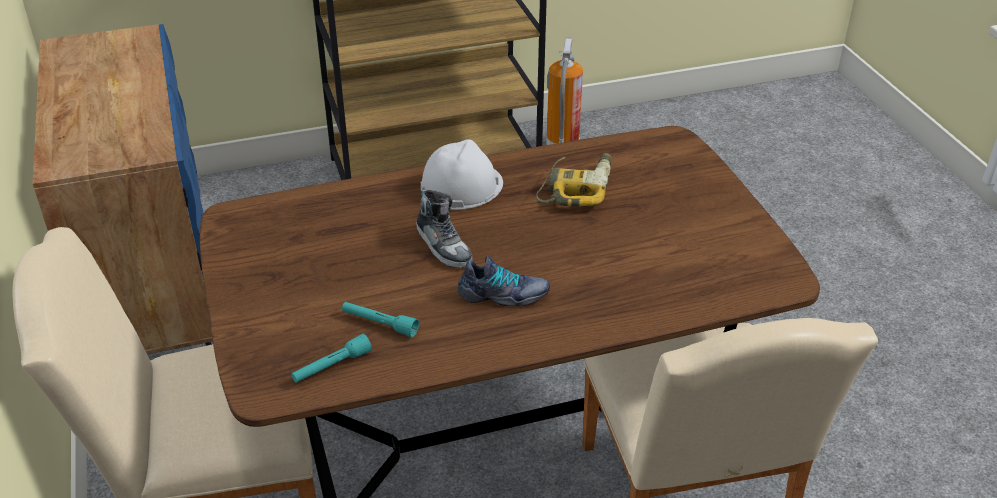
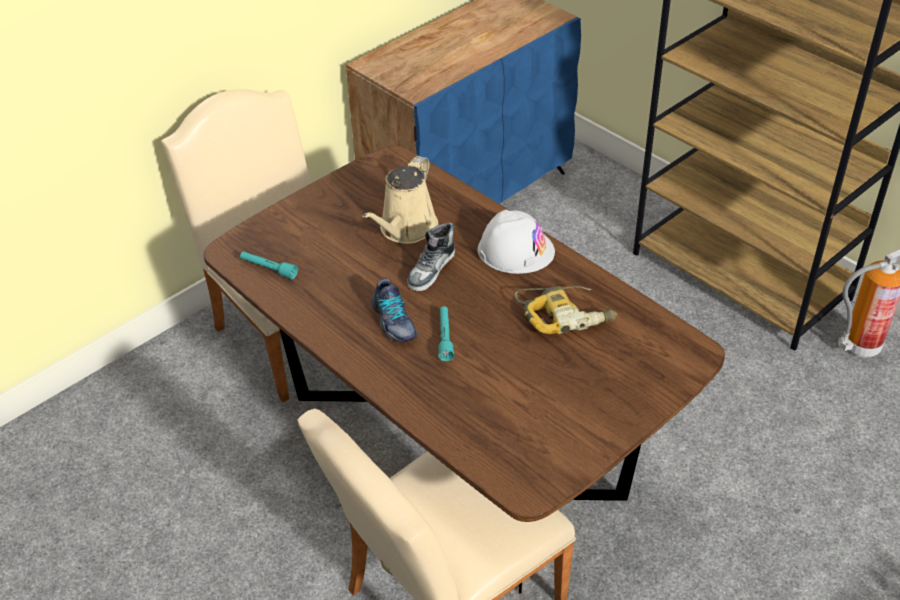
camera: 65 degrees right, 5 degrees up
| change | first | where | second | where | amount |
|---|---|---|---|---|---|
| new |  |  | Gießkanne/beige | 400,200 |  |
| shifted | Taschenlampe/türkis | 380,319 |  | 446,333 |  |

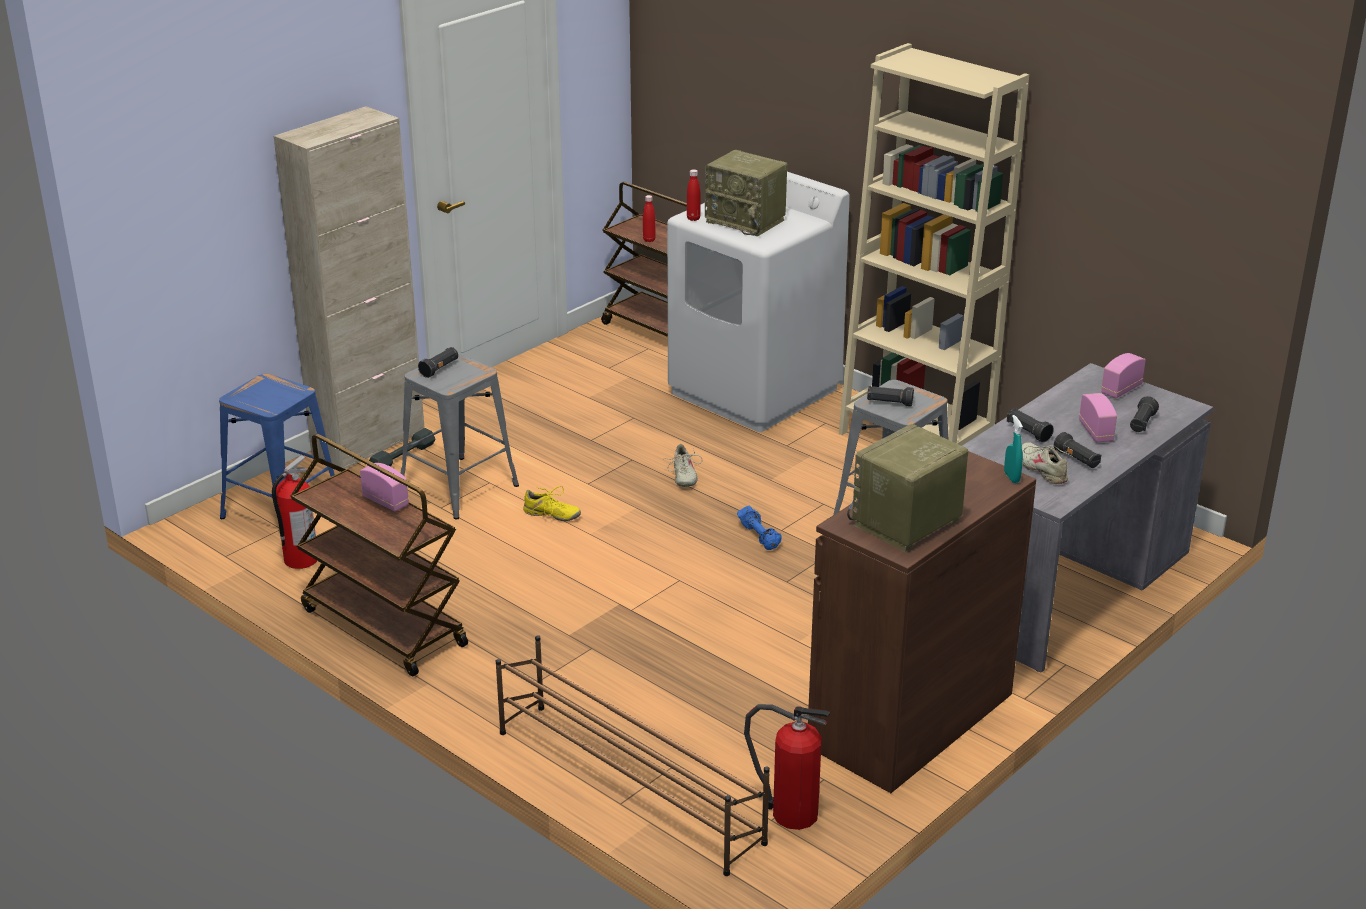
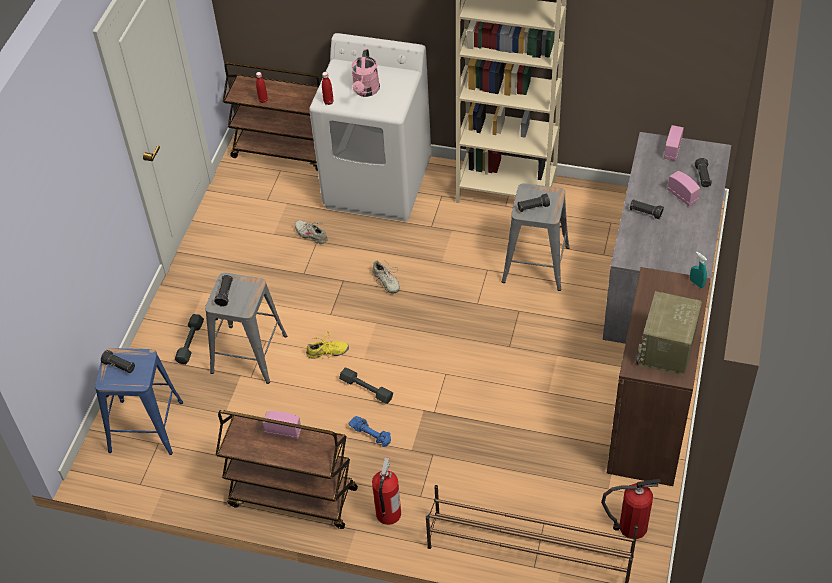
camera: 25 degrees left, 20 degrees up
| change | first | where | second | where | amount |
|---|---|---|---|---|---|
| shifted | Taschenlampe/schwarz | 1077,450 |  | 118,361 |  |
| shifted | Schuh/beige | 1047,463 |  | 311,232 |  |
| new |  |  | Hantel/grau | 366,386 |  |
| shifted | Hantel/blau | 759,528 |  | 370,431 |  |
| swapped | Radio | 746,193 | Gießkanne/rosa | 365,73 |  |
| shifted | Feuerlöscher | 294,512 |  | 386,491 |  |
| gone | Schrank/beige | 349,287 |  |  |  |

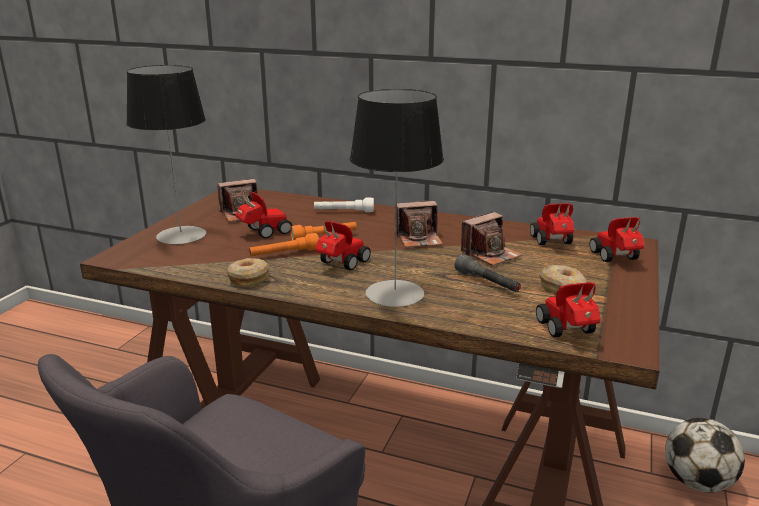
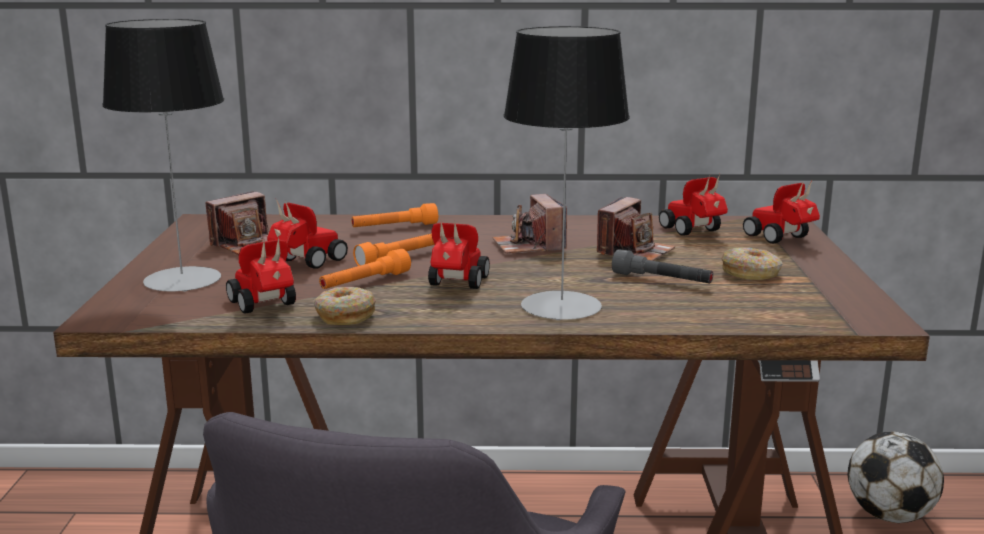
camera: 20 degrees left, 5 degrees down
| change | first | where | second | where | amount |
|---|---|---|---|---|---|
| shifted | Spielzeugauto | 568,309 |  | 261,275 |  |
| repainted | Taschenlampe/weiß | 344,204 | Taschenlampe/orange | 394,215 |  |
| rotated | Kamera | 418,224 |  | 529,224 | 105 degrees clockwise |

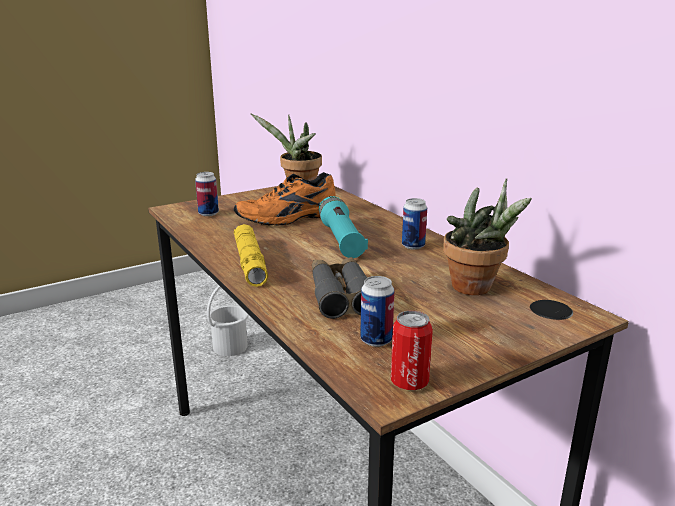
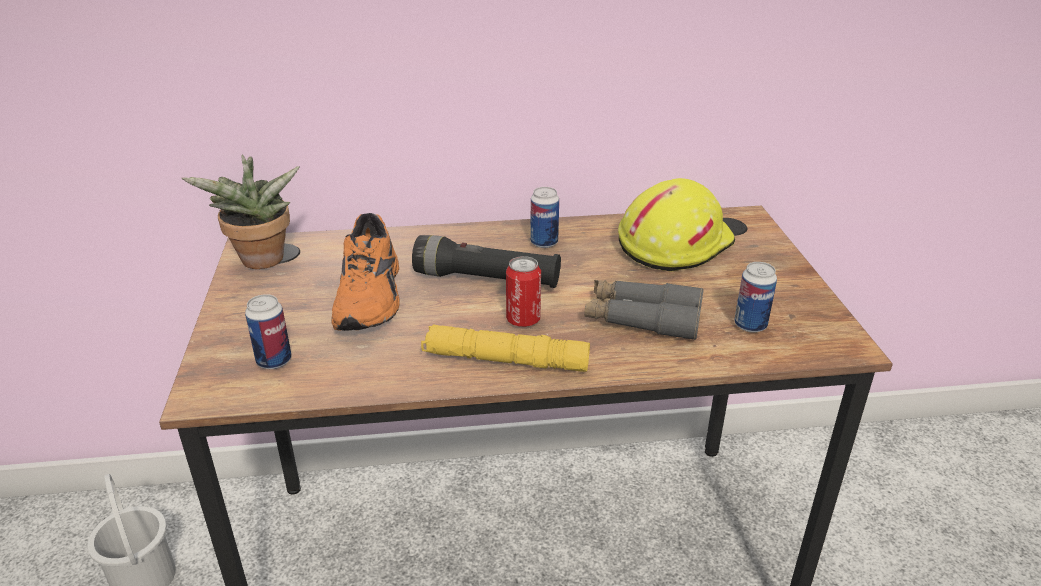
camera: 65 degrees left, 10 degrees up
| change | first | where | second | where | amount |
|---|---|---|---|---|---|
| repainted | Taschenlampe/türkis | 343,227 | Taschenlampe/schwarz | 486,261 |  |
| shifted | Dose | 412,350 |  | 523,291 |  |
| swapped | Topfpflanze | 487,236 | Schutzhelm/gelb | 676,225 |  |

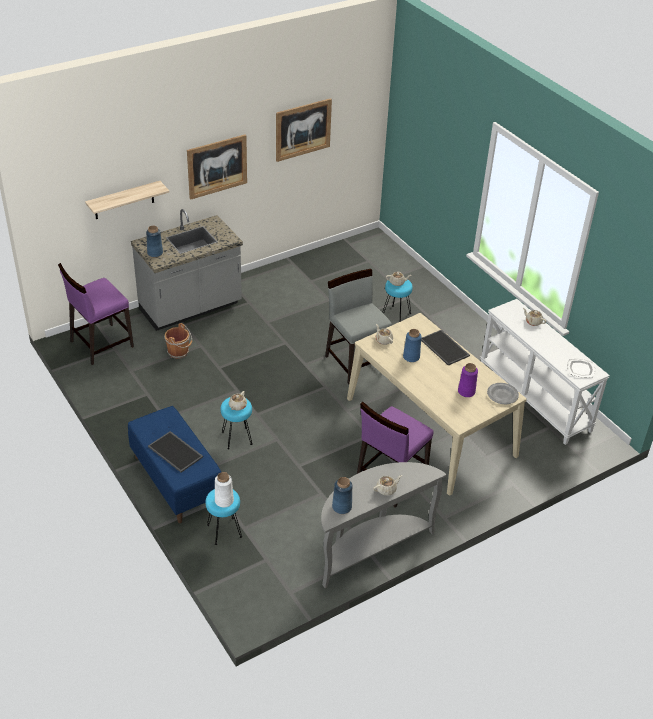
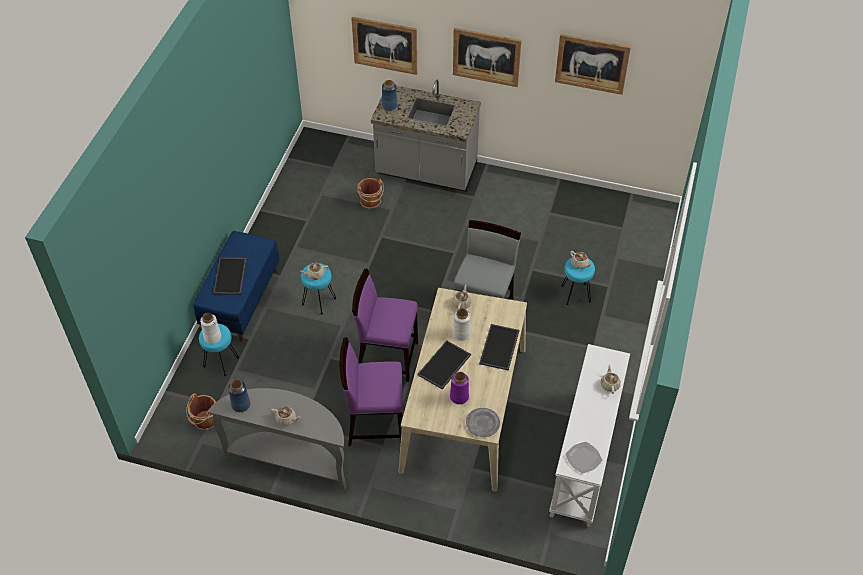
camera: 50 degrees right, 10 degrees up
| change | first | where | second | where | amount |
|---|---|---|---|---|---|
| new |  |  | Eimer/braun | 201,412 |  |
| swapped | Wandregal | 127,200 | Bild | 384,46 |  |
| shifted | Stuhl/lila | 96,314 |  | 385,325 |  |
| new |  |  | Tablett | 444,364 |  |
| repainted | Vase/blau | 412,345 | Vase/weiß | 462,325 |  |

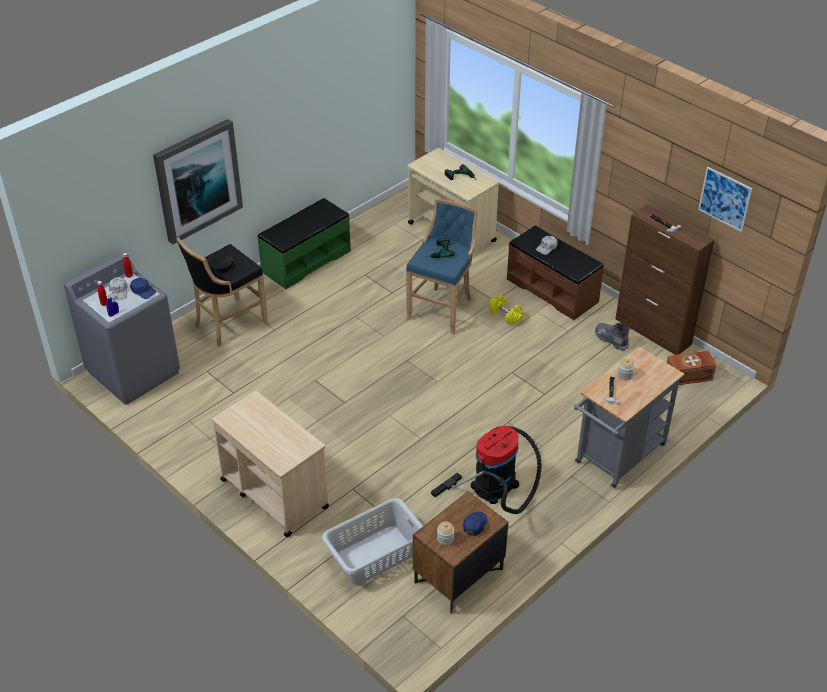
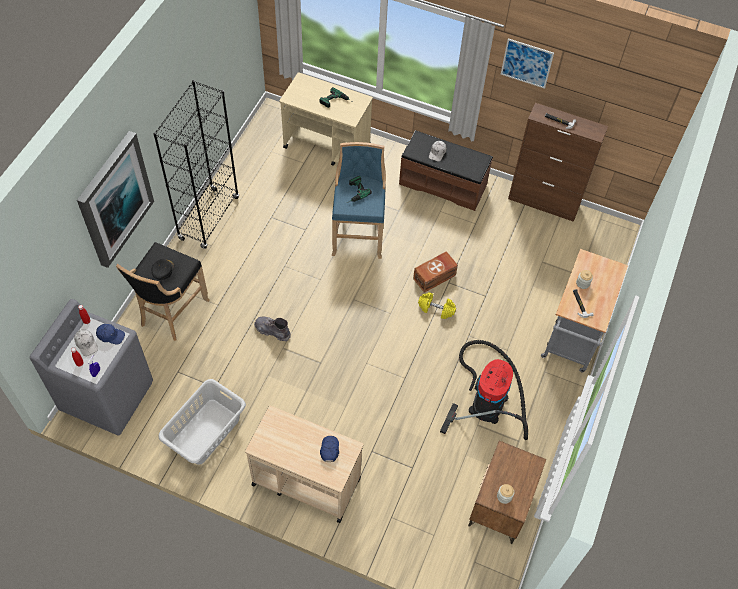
camera: 25 degrees left, 15 degrees up
| change | first | where | second | where | amount |
|---|---|---|---|---|---|
| swapped | Bank/grün | 304,243 | Bücherregal/schwarz | 196,164 |  |
| shifted | Wäschekorb/grau | 372,541 |  | 202,421 |  |
| shifted | Stiefel/grau | 612,337 |  | 272,329 |  |
| shifted | Kappe/blau | 475,523 |  | 329,449 |  |
| shifted | Aufbewahrungsbox/braun | 692,368 |  | 435,272 |  |
| shifted | Hantel/gelb | 506,310 |  | 437,305 |  |
| shifted | Bild | 725,199 |  | 527,63 |  |

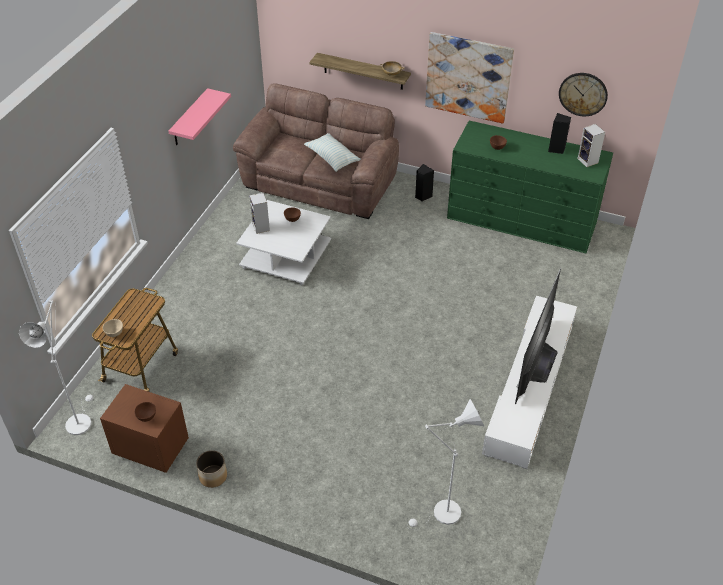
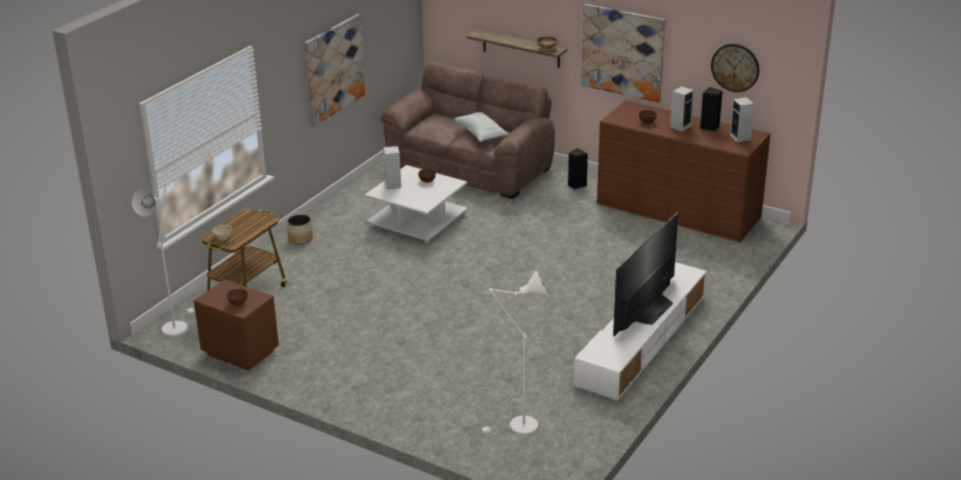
camera: 10 degrees right, 15 degrees down
| change | first | where | second | where | amount |
|---|---|---|---|---|---|
| shifted | Pflanzkübel | 211,469 |  | 300,229 |  |
| swapped | Wandregal/rosa | 199,116 | Bild | 334,70 |  |
| repainted | Kommode/grün | 530,186 | Kommode/braun | 683,171 |  |
| new |  |  | Lautsprecher | 682,109 |  |

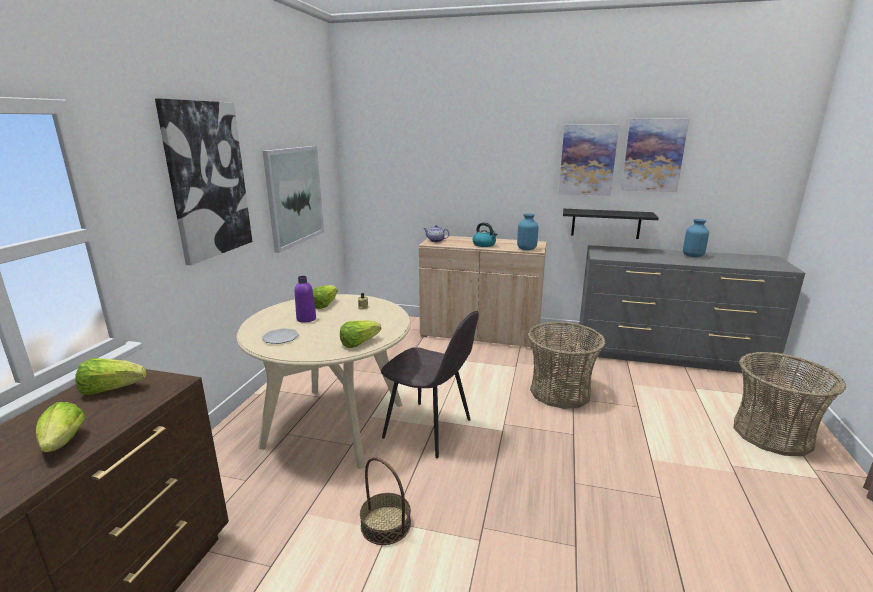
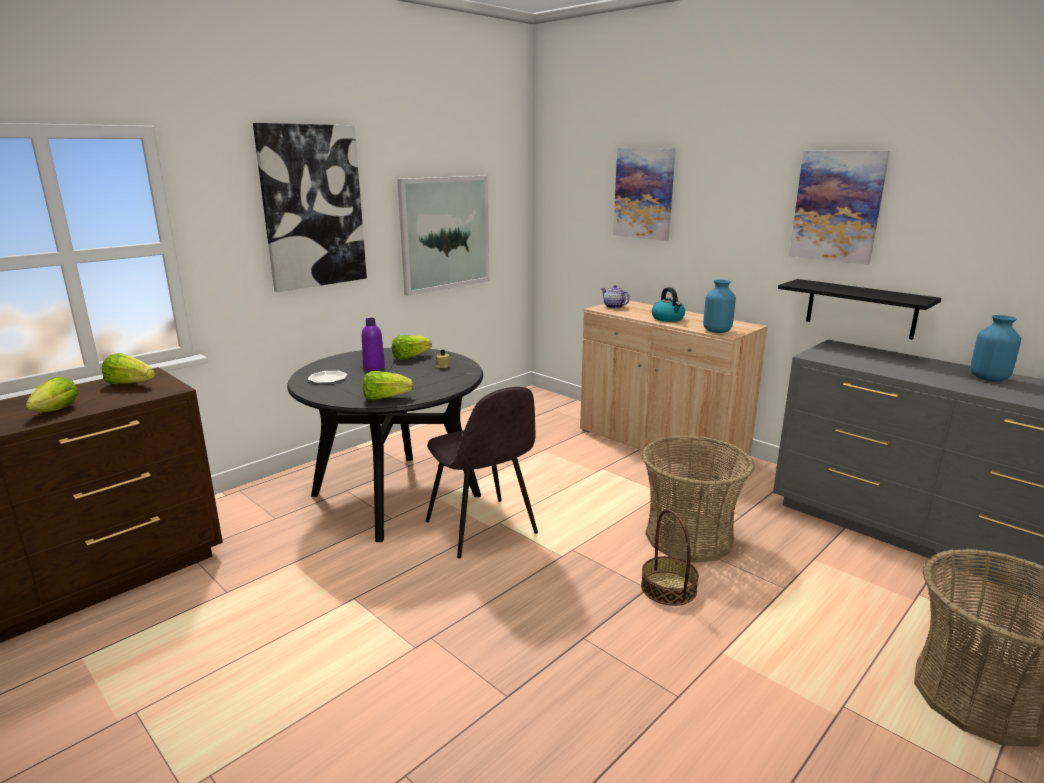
camera: 30 degrees right, 0 degrees up
| change | first | where | second | where | amount |
|---|---|---|---|---|---|
| repainted | Esstisch/beige | 323,381 | Esstisch/schwarz | 385,445 |  |
| shifted | Bild | 655,155 |  | 644,194 |  |
| shifted | Korb | 385,501 |  | 670,557 |  |

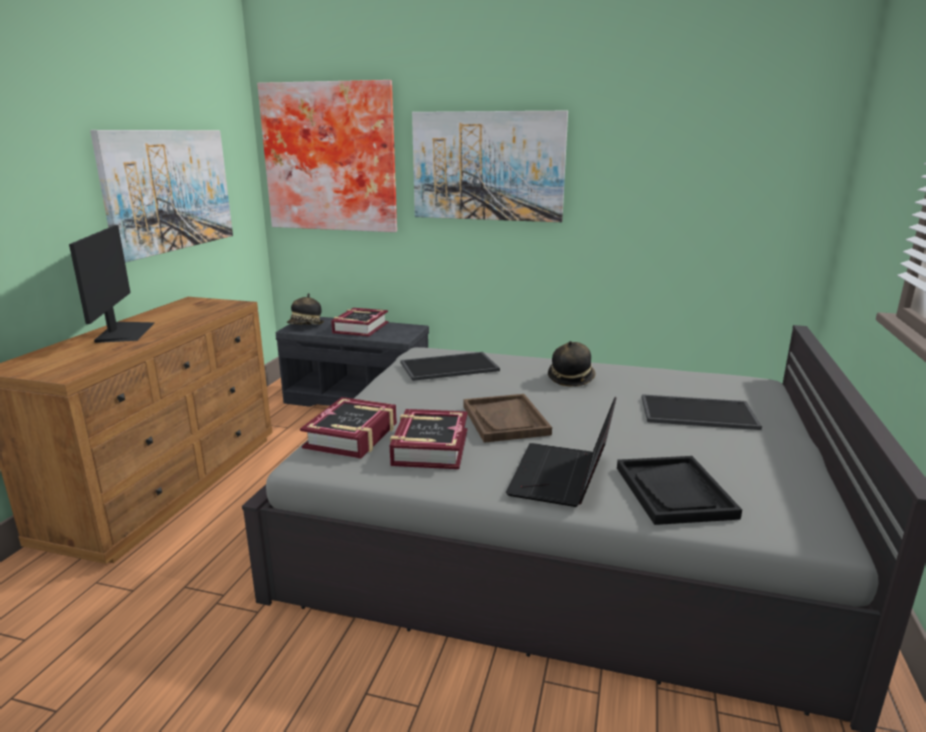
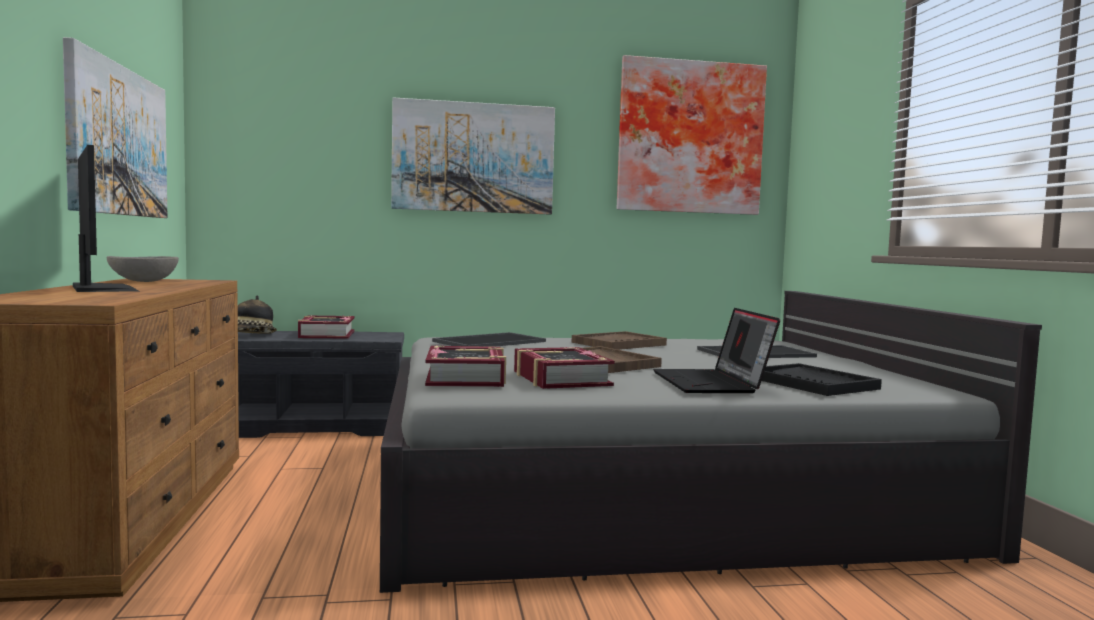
camera: 25 degrees left, 15 degrees down
| change | first | where | second | where | amount |
|---|---|---|---|---|---|
| new |  |  | Schüssel/grau | 143,269 |  |
| swapped | Hut | 572,363 | Tablett/braun | 619,340 |  |
| shifted | Bild | 327,156 |  | 692,135 |  |

